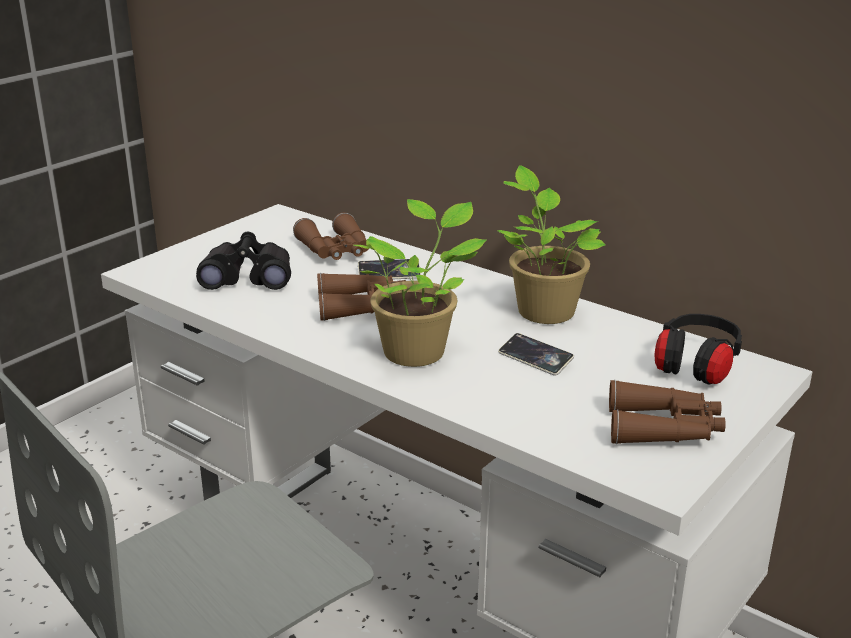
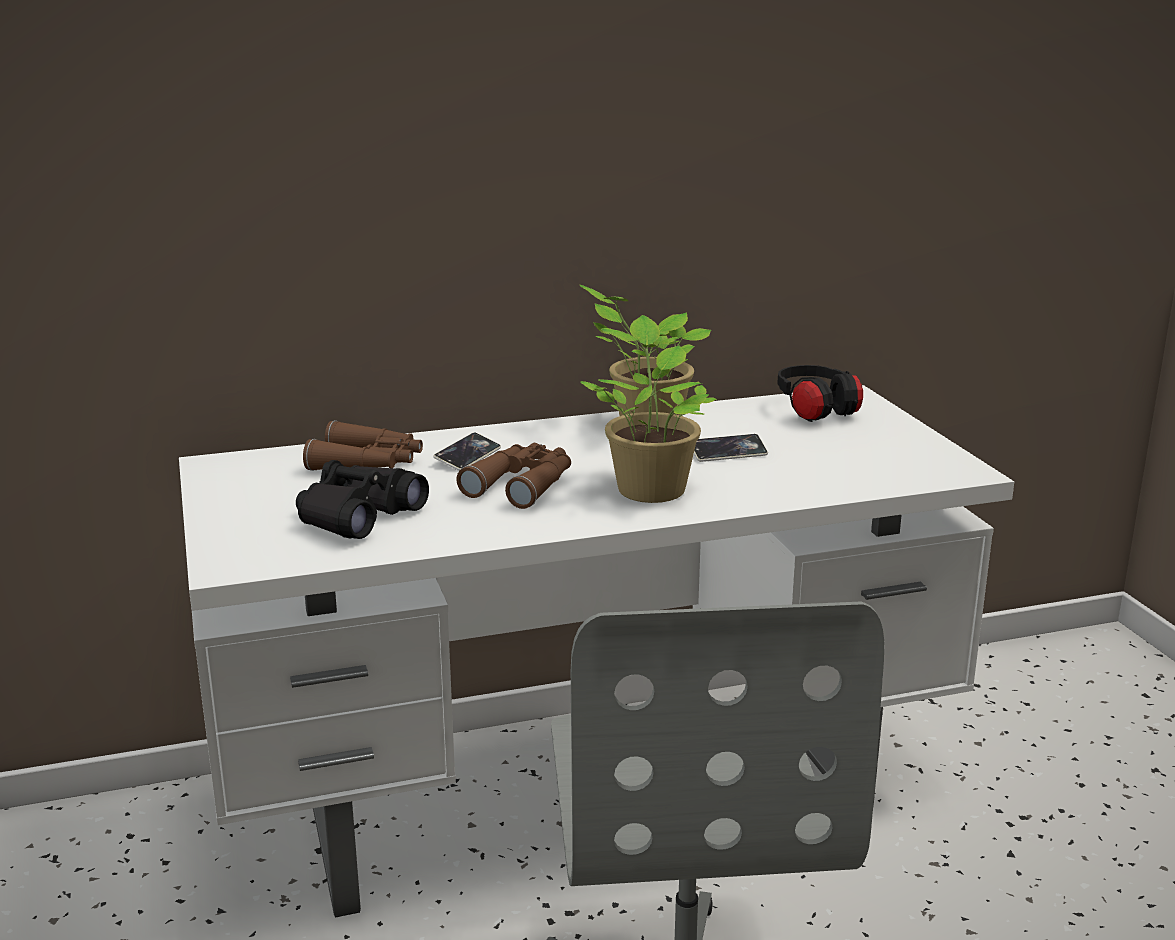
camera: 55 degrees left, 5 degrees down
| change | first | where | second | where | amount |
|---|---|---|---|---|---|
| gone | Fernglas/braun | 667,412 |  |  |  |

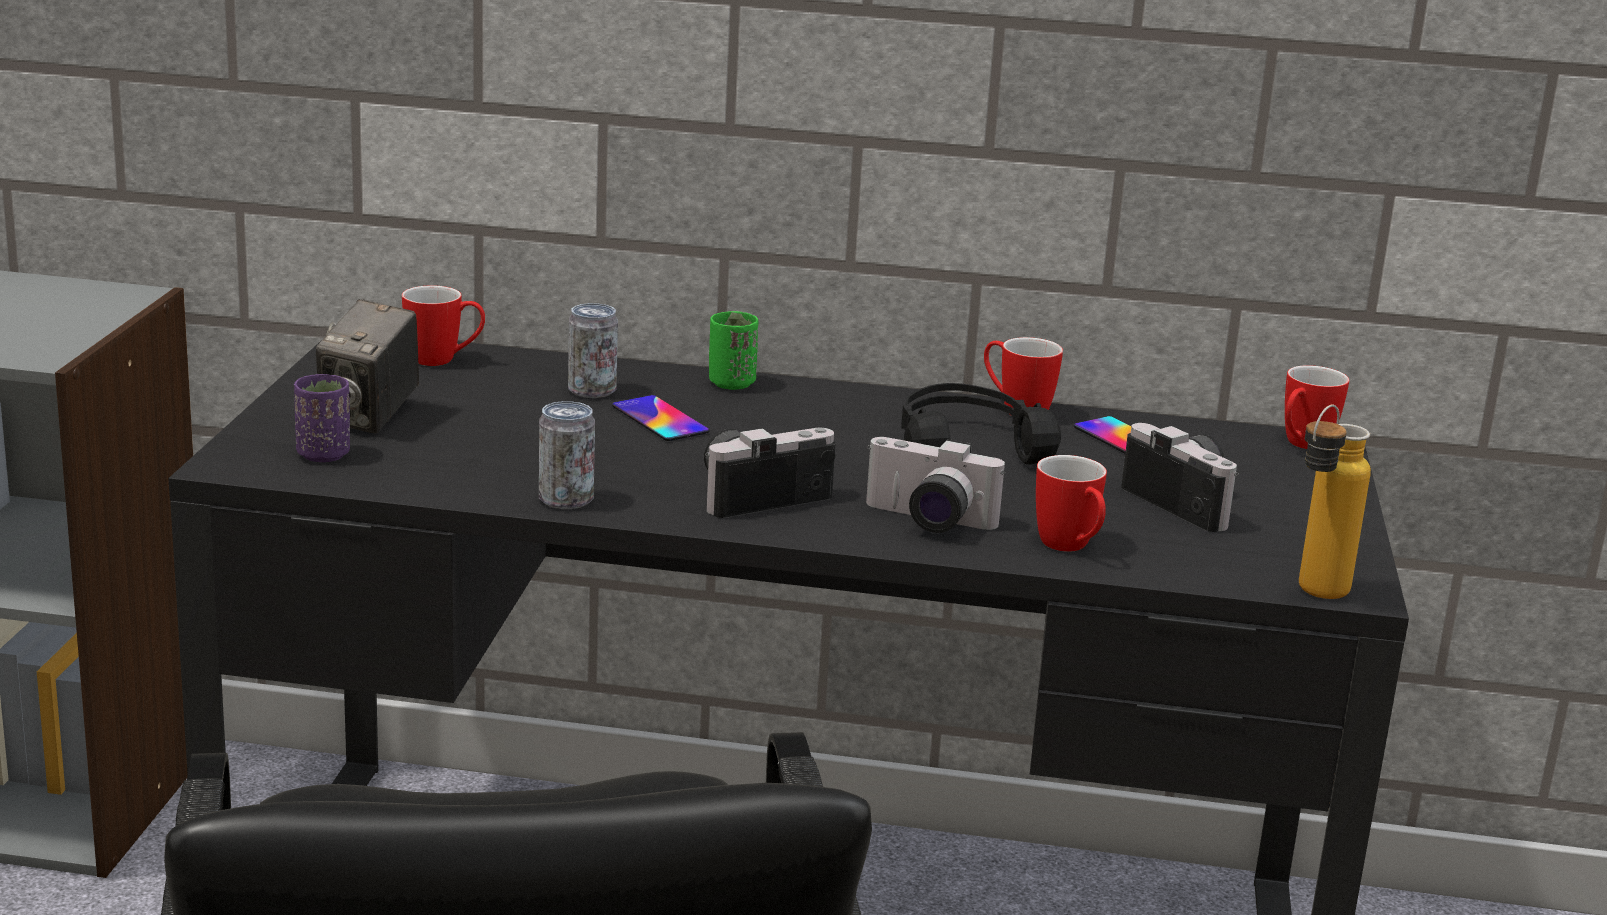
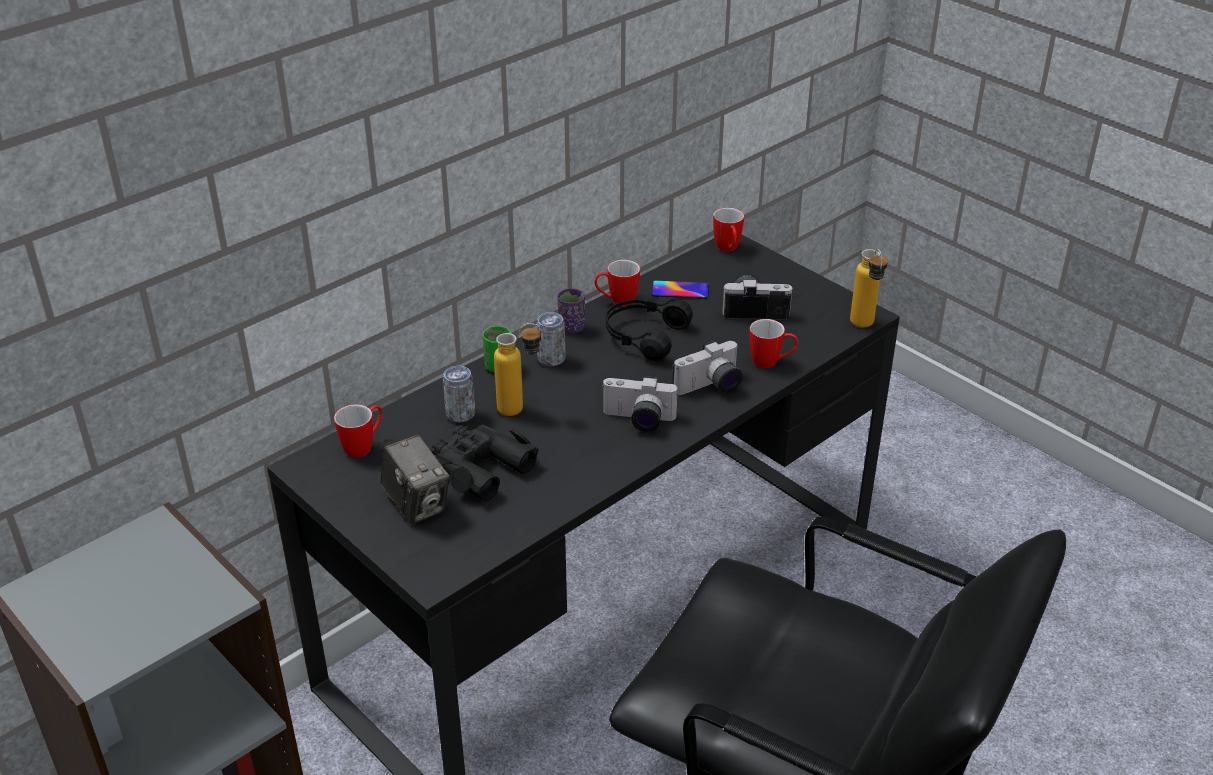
camera: 50 degrees left, 15 degrees up
| change | first | where | second | where | amount |
|---|---|---|---|---|---|
| new |  |  | Fernglas/schwarz | 484,463 |  |
| swapped | Handy | 661,418 | Flasche | 518,369 |  |
| shifted | Dose | 567,455 |  | 551,339 |  |
| shifted | Tasse/lila | 322,418 |  | 571,311 |  |
| rotated | Kamera | 769,473 |  | 640,403 | 90 degrees counterclockwise |

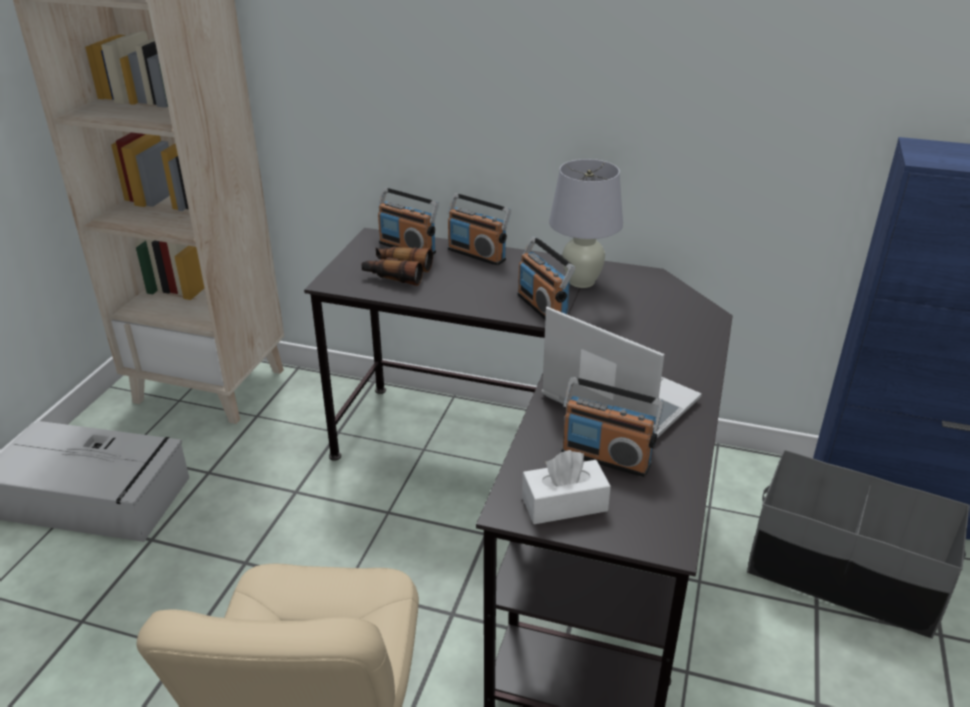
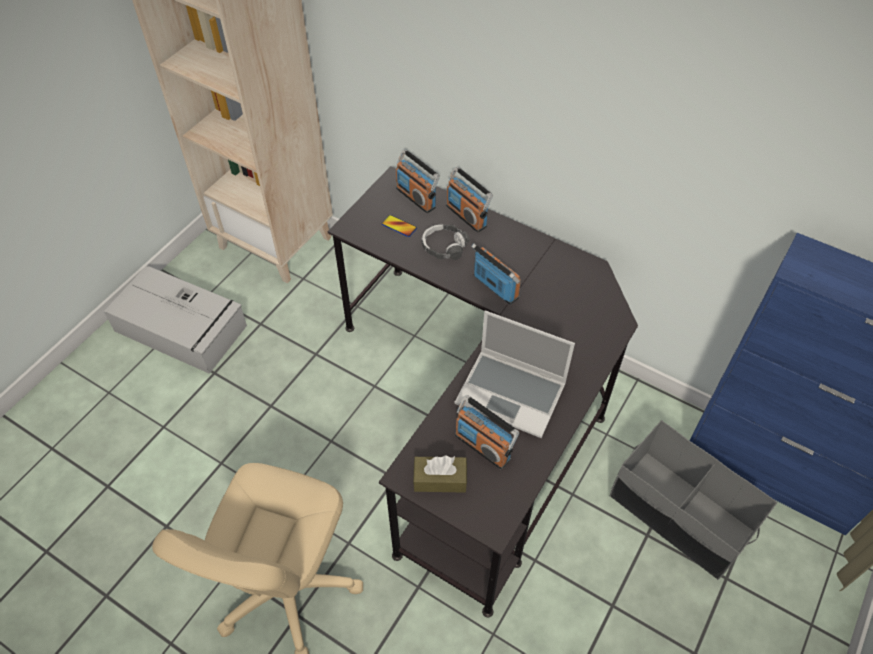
camera: 15 degrees right, 20 degrees up
| change | first | where | second | where | amount |
|---|---|---|---|---|---|
| swapped | Fernglas | 397,266 | Handy | 399,226 |  |
| repainted | Taschentuchbox/weiß | 566,487 | Taschentuchbox/braun | 440,474 |  |
| new |  |  | Kopfhörer | 445,242 |  |
| rotated | Laptop | 621,372 |  | 515,374 | 150 degrees clockwise |
| rotated | Radio | 546,277 |  | 496,274 | 150 degrees clockwise |
| gone | Tischlampe/weiß | 586,223 |  |  |  |

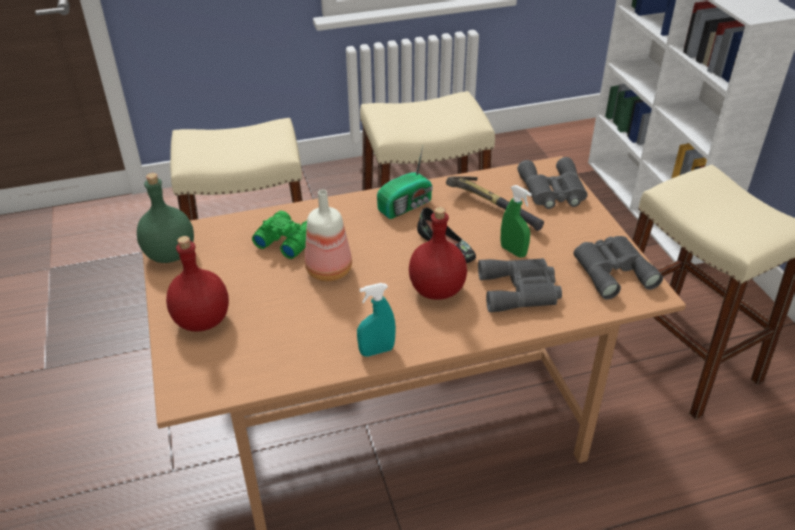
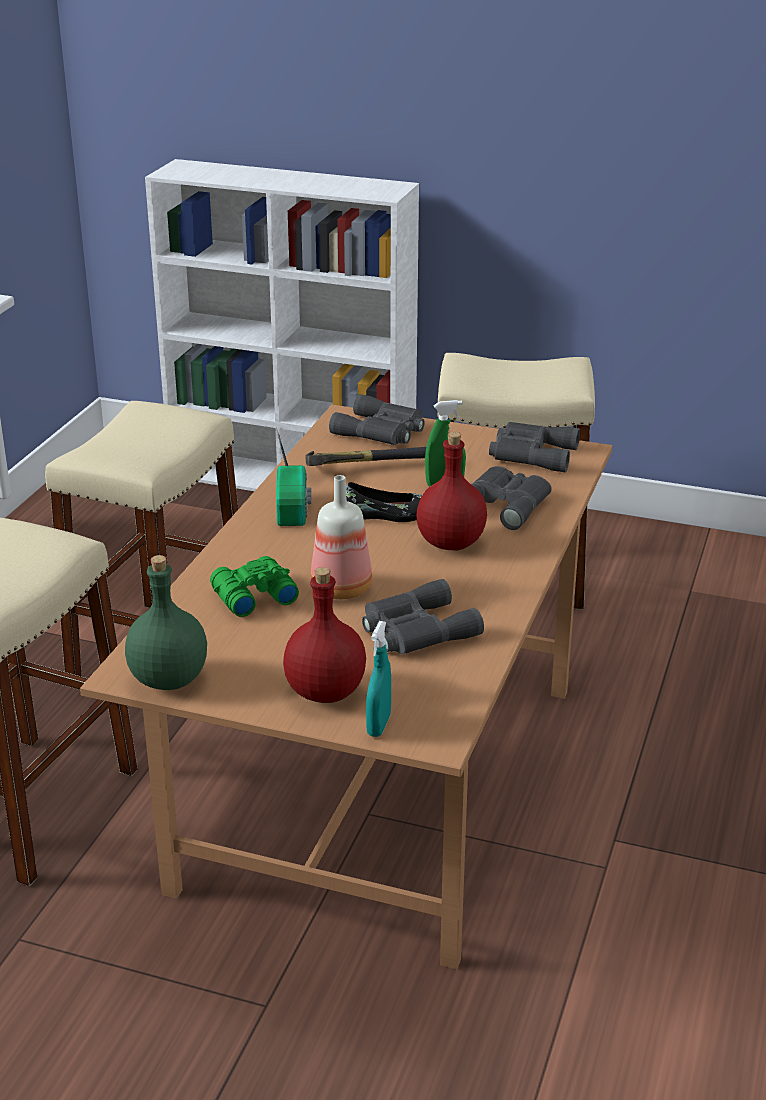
camera: 55 degrees left, 10 degrees down
| change | first | where | second | where | amount |
|---|---|---|---|---|---|
| new |  |  | Fernglas/grau | 423,616 |  |
| shifted | Sprühflasche/türkis | 376,320 |  | 378,679 |  |

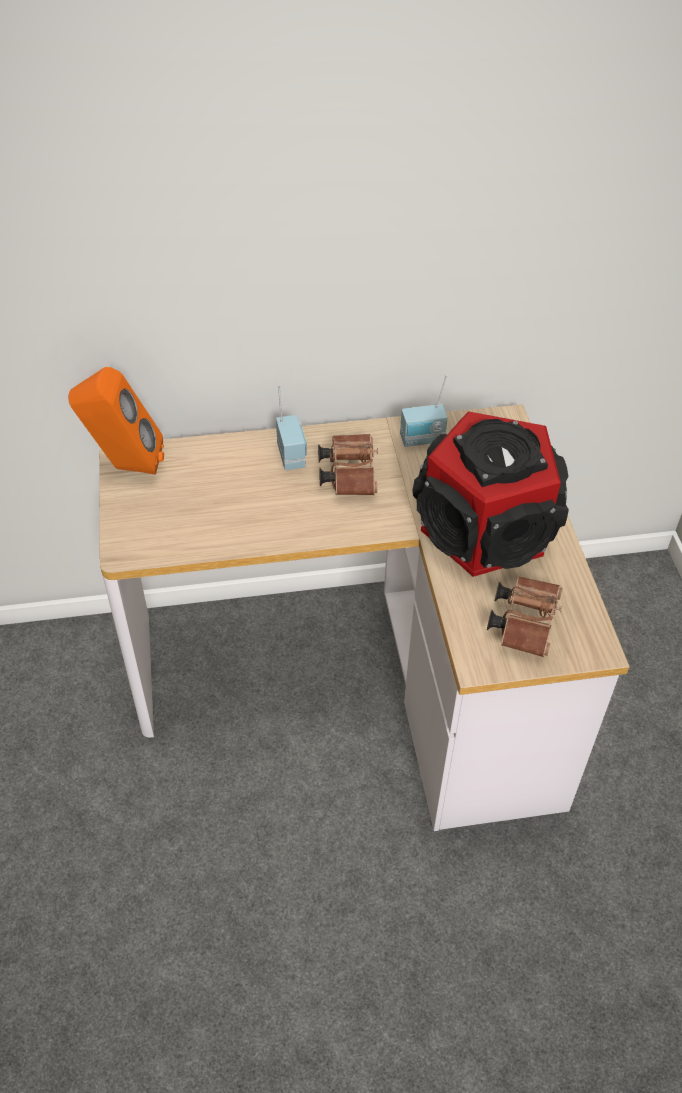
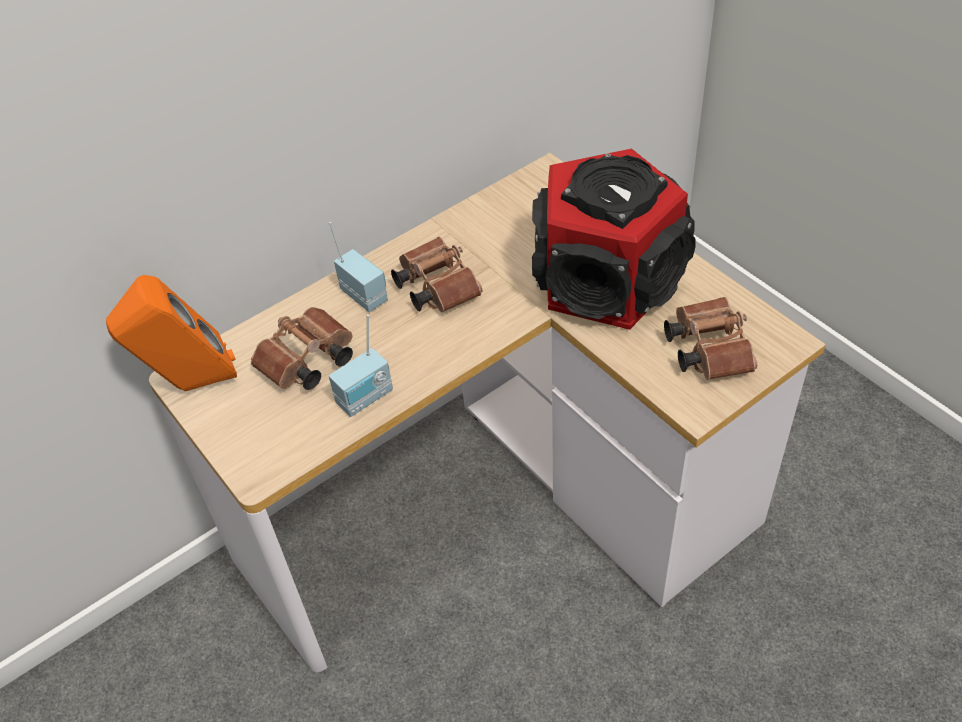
camera: 25 degrees left, 0 degrees up
| change | first | where | second | where | amount |
|---|---|---|---|---|---|
| new |  |  | Fernglas/braun | 302,348 |  |
| shifted | Radio | 424,411 |  | 361,366 |  |

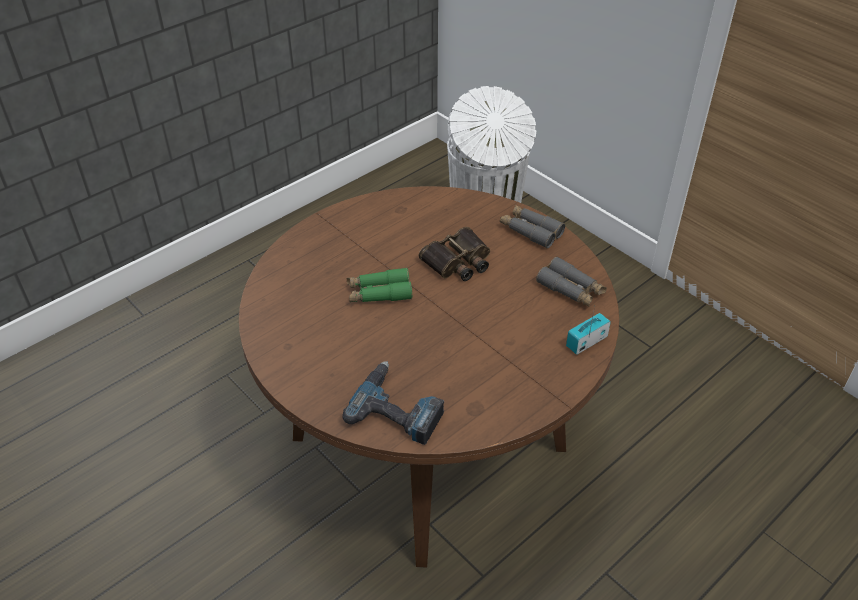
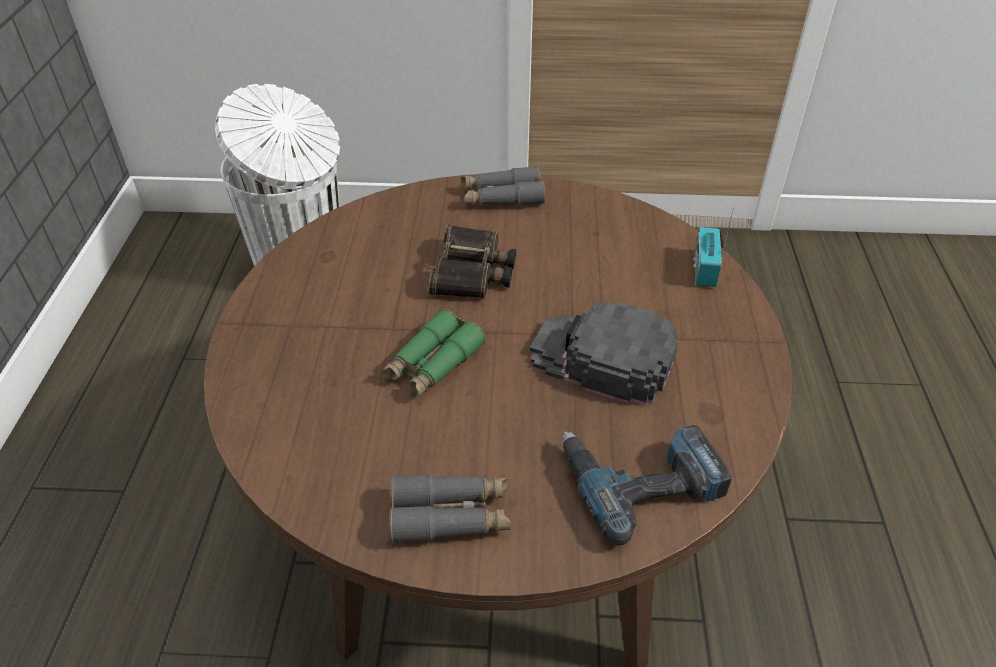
camera: 45 degrees left, 0 degrees up
| change | first | where | second | where | amount |
|---|---|---|---|---|---|
| shifted | Fernglas/grau | 571,282 |  | 450,509 |  |
| new |  |  | Kappe/schwarz | 604,353 |  |

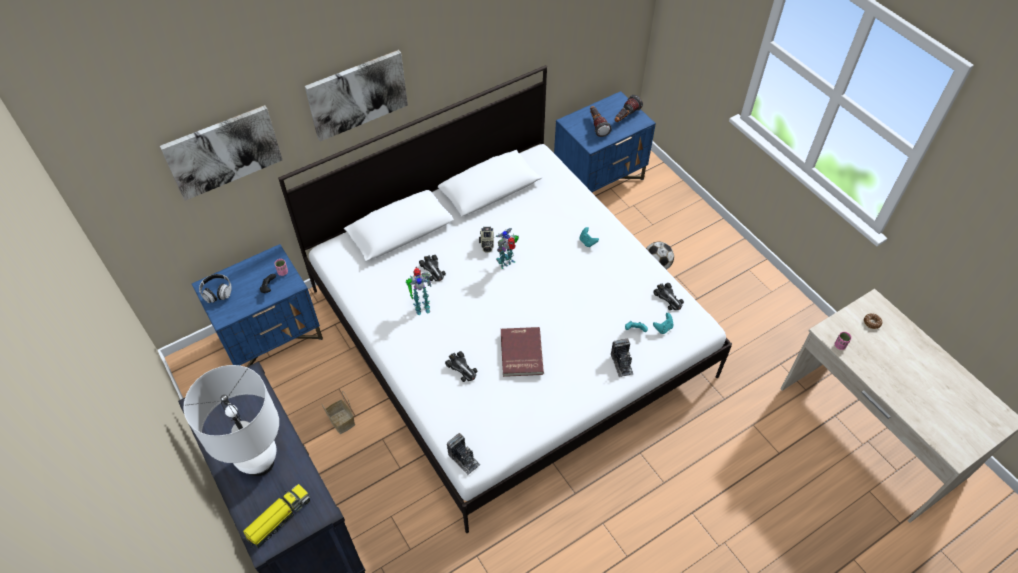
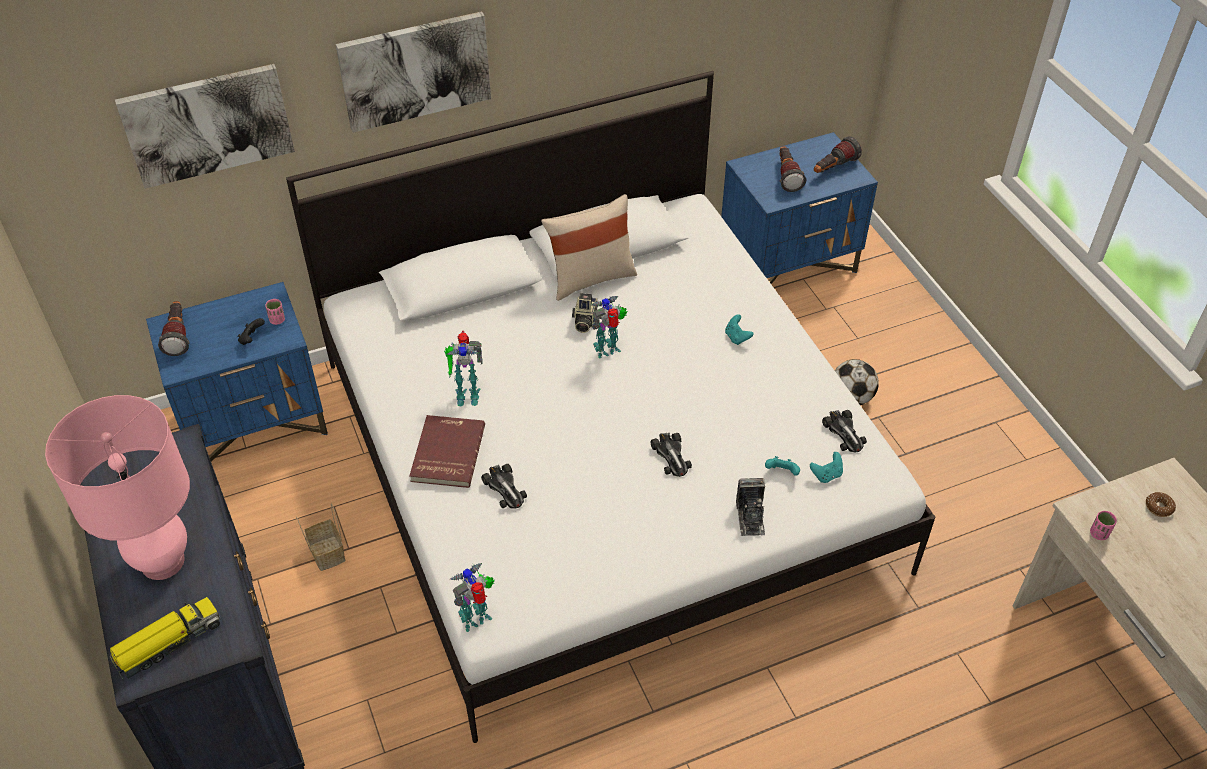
camera: 10 degrees right, 5 degrees down
| change | first | where | second | where | amount |
|---|---|---|---|---|---|
| repainted | Tischlampe/weiß | 231,420 | Tischlampe/rosa | 117,487 |  |
| swapped | Kopfhörer | 215,288 | Taschenlampe | 173,328 |  |
| shifted | Buch/rot | 522,352 |  | 447,451 |  |
| swapped | Kamera | 463,454 | Spielzeugroboter | 472,597 |  |
| new |  |  | Kissen/beige | 589,247 |  |
| shifted | Spielzeugauto | 432,268 |  | 671,455 |  |

